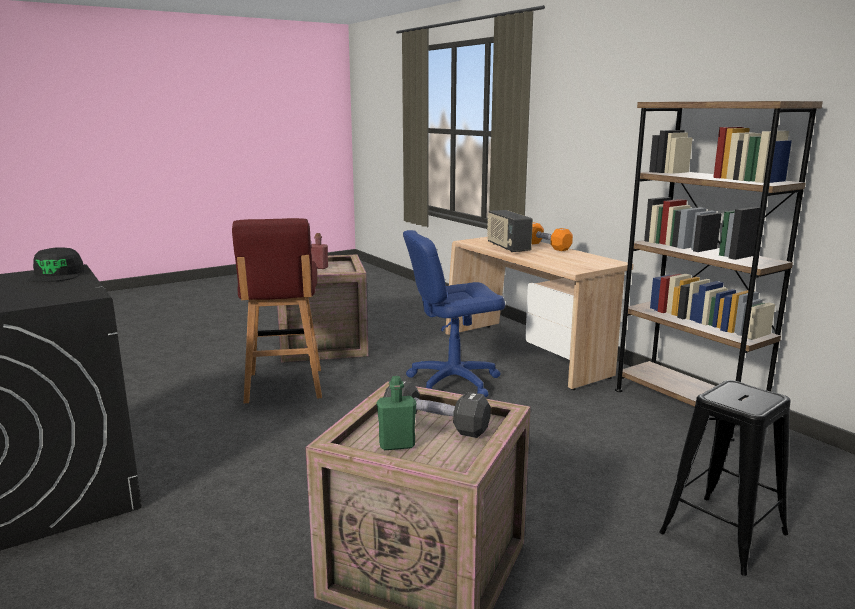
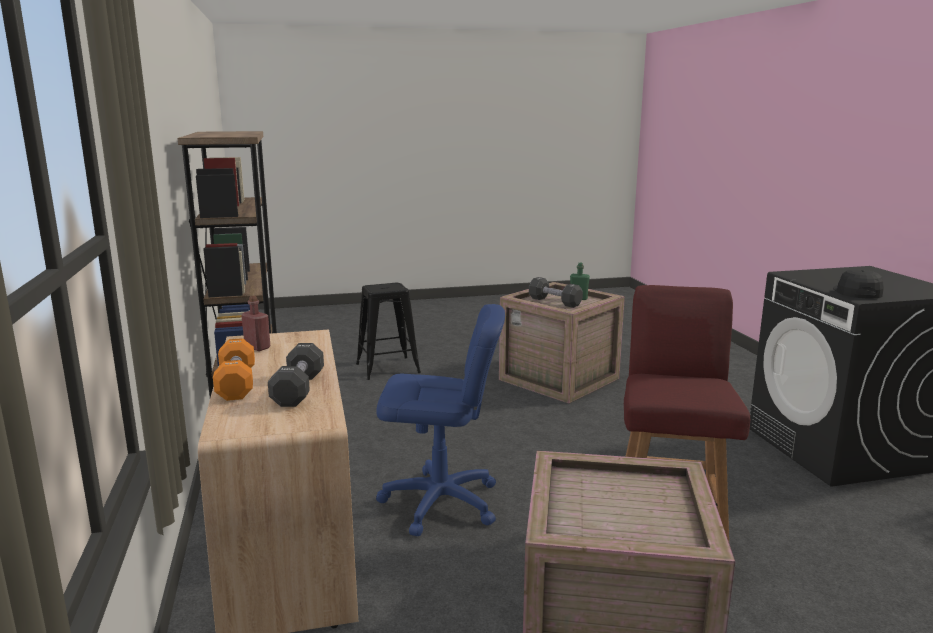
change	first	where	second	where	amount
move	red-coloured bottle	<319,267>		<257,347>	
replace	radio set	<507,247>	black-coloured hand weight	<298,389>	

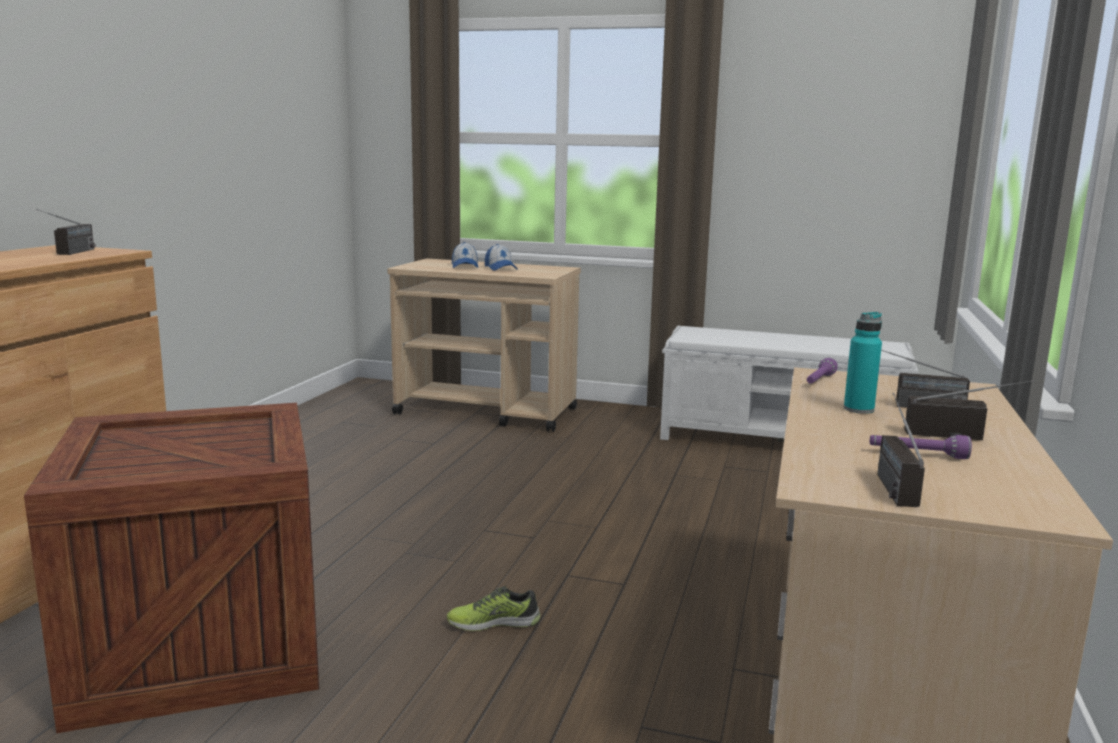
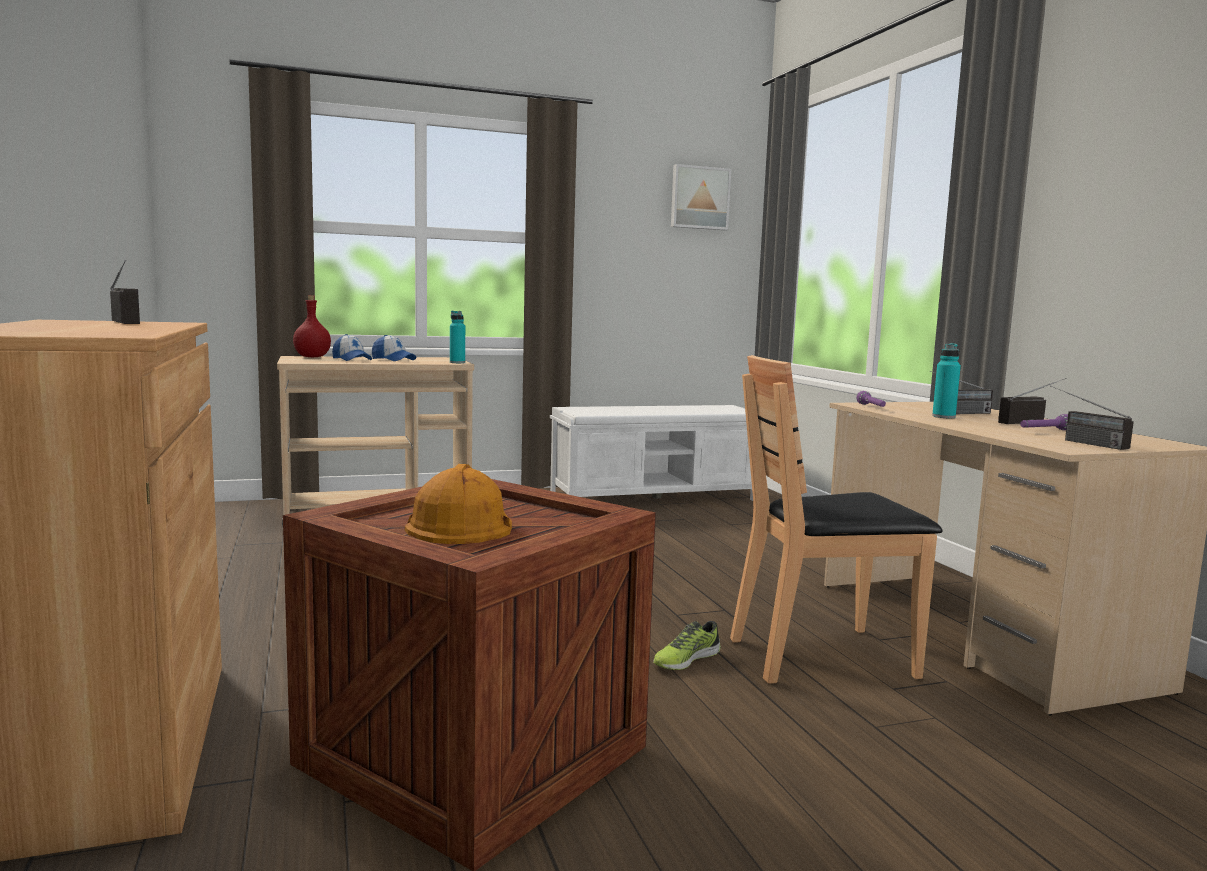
change	first	where	second	where	amount
insert			red-coloured bottle	<312,357>	
insert			orange-coloured hard hat	<461,525>	
insert			turquoise bottle	<457,362>	
insert			picture	<699,198>	
insert			brownish plain chair	<822,656>	

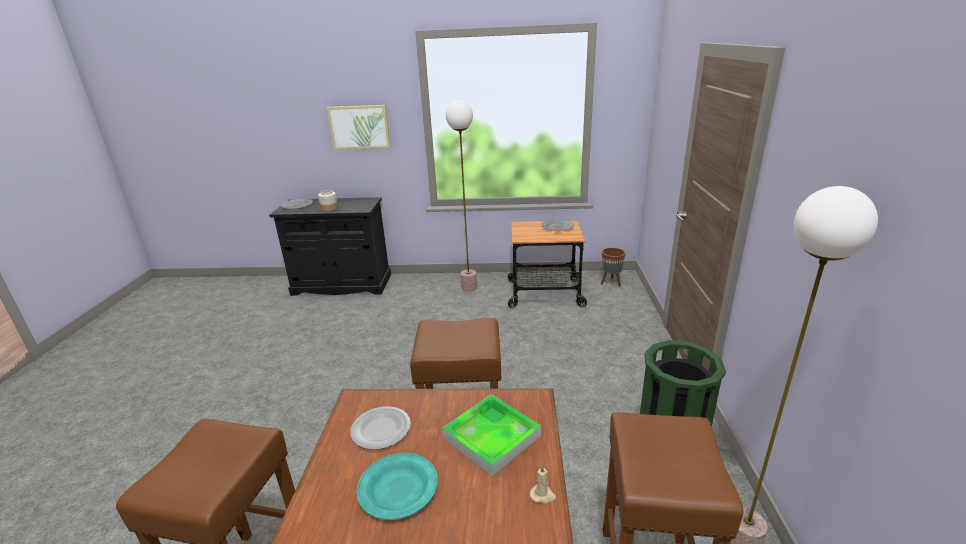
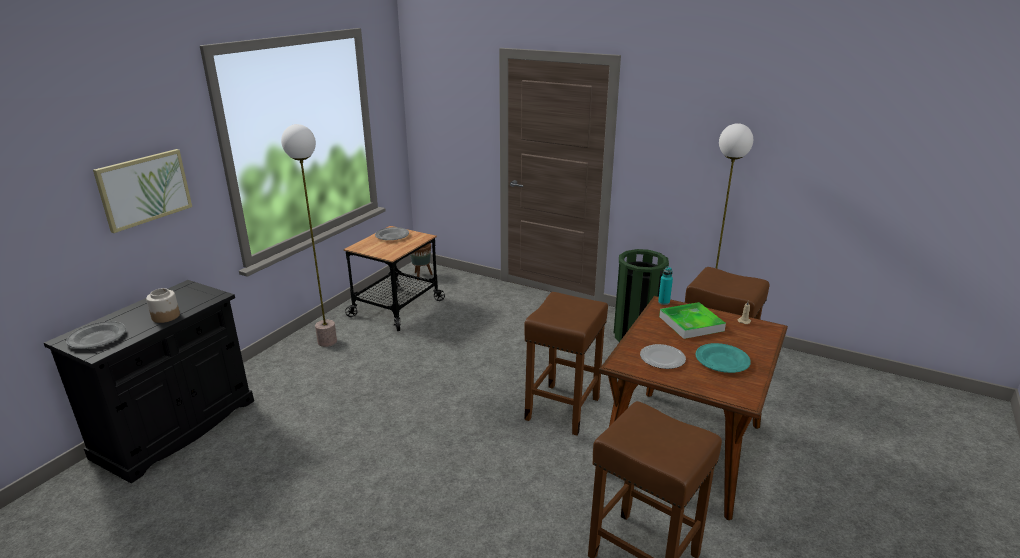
change	first	where	second	where	amount
insert			turquoise bottle	<664,302>	

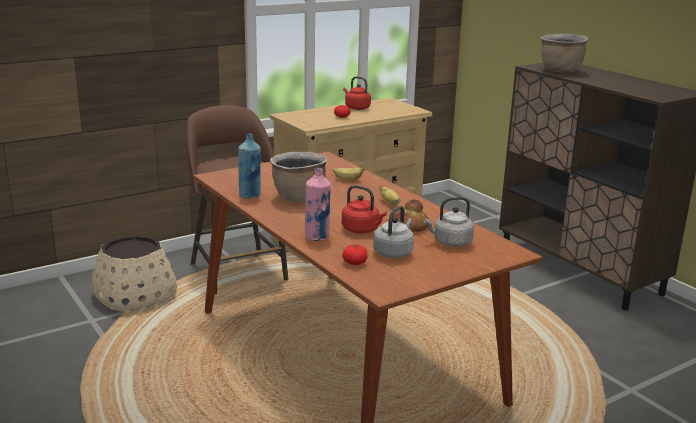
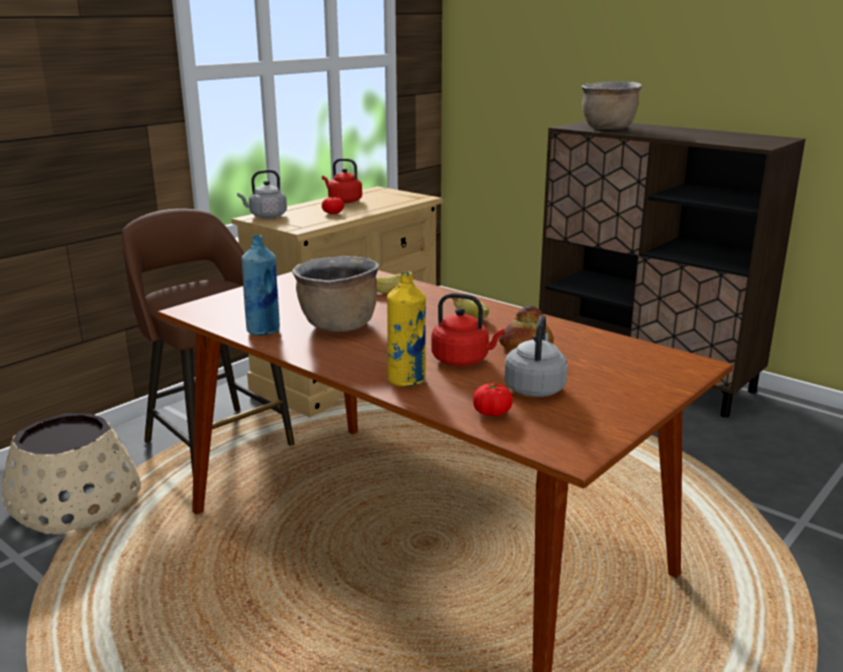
change	first	where	second	where	amount
move	gray water kettle	<450,242>		<266,216>	
recolor	pink bottle	<317,237>	yellow-coloured bottle	<407,380>	

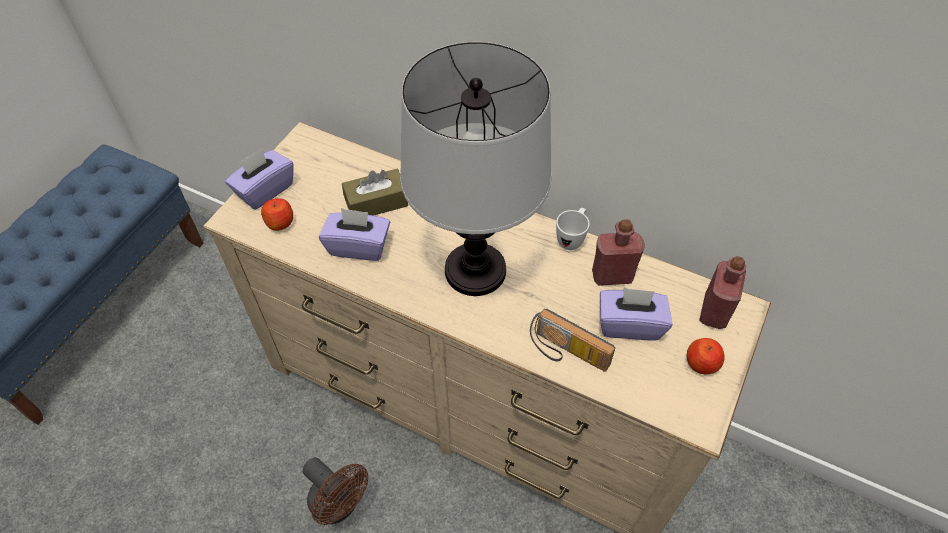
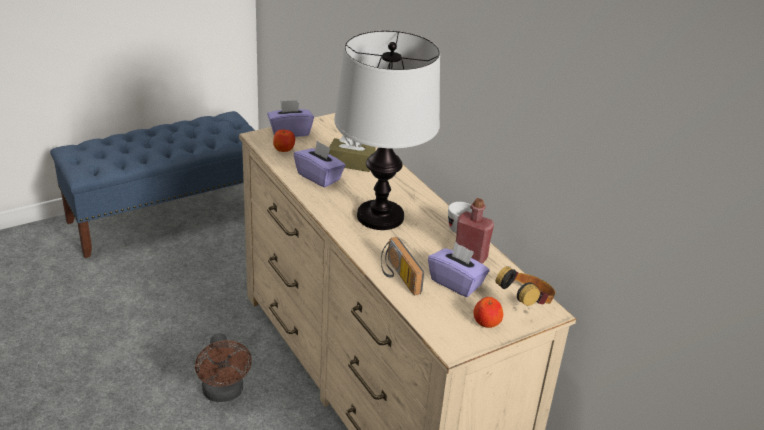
change	first	where	second	where	amount
replace	red-coloured bottle	<714,312>	headset	<525,303>	

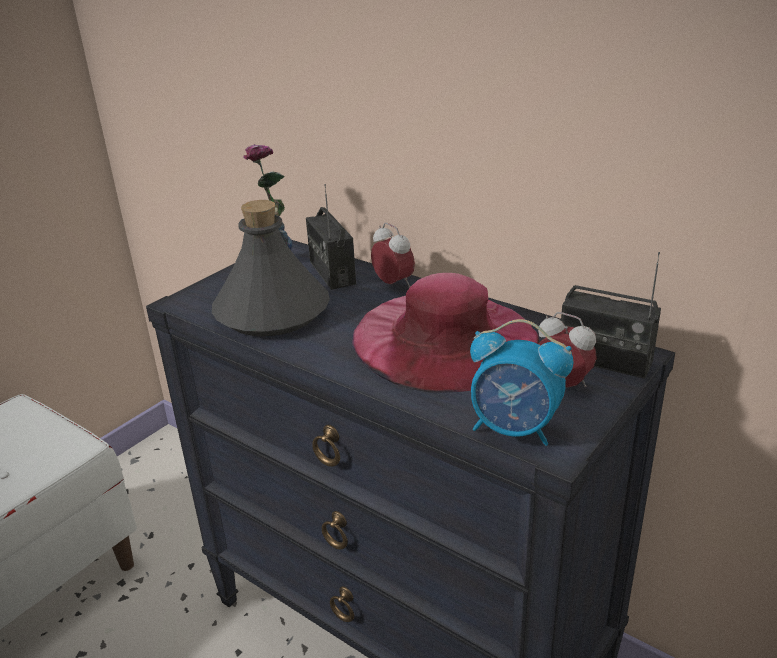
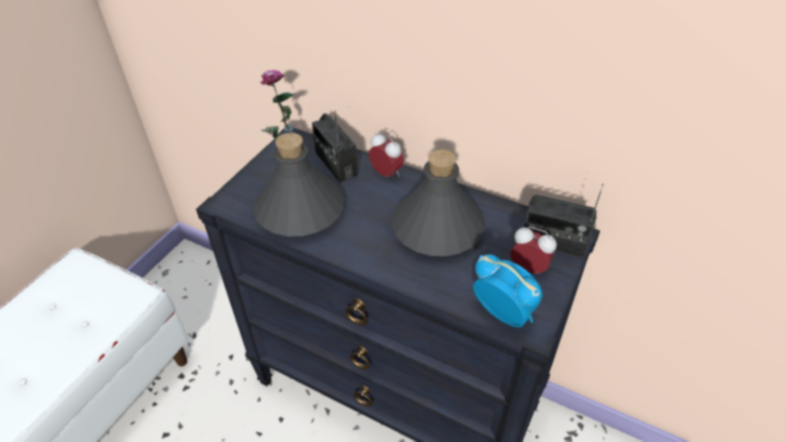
change	first	where	second	where	amount
replace	pink clothing hat	<444,338>	gray bottle	<437,228>	
rotate	bedside clock	<515,429>		<503,313>	150 degrees counterclockwise

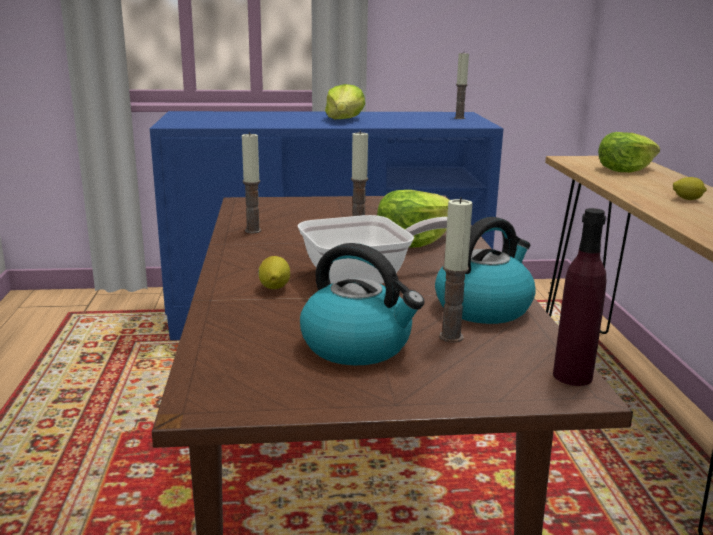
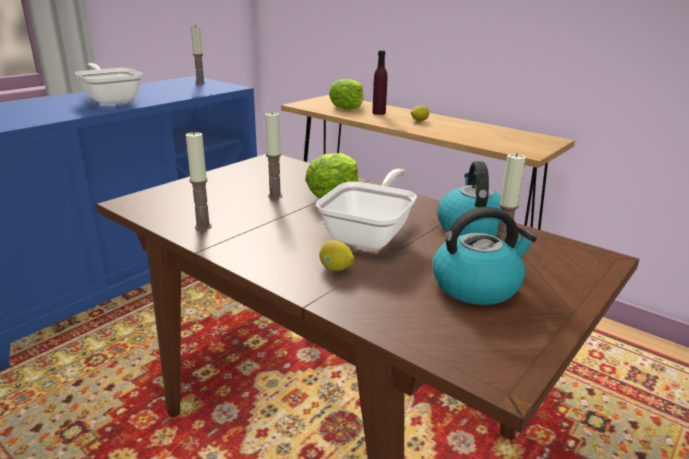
change	first	where	second	where	amount
replace	lettuce	<344,119>	pan	<111,100>	
move	purple-coloured bottle	<572,376>		<379,113>	

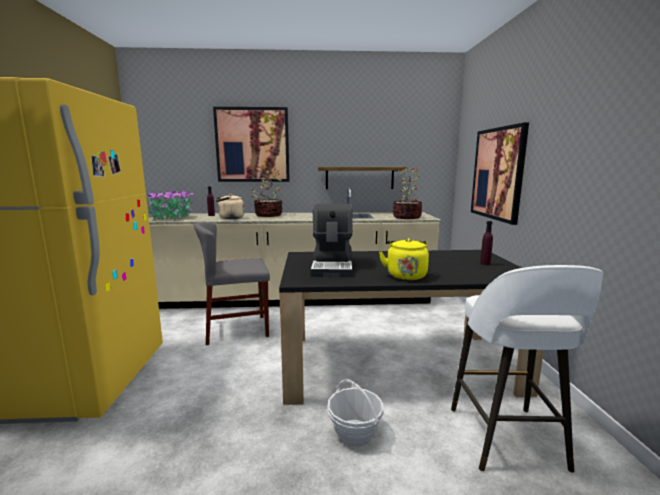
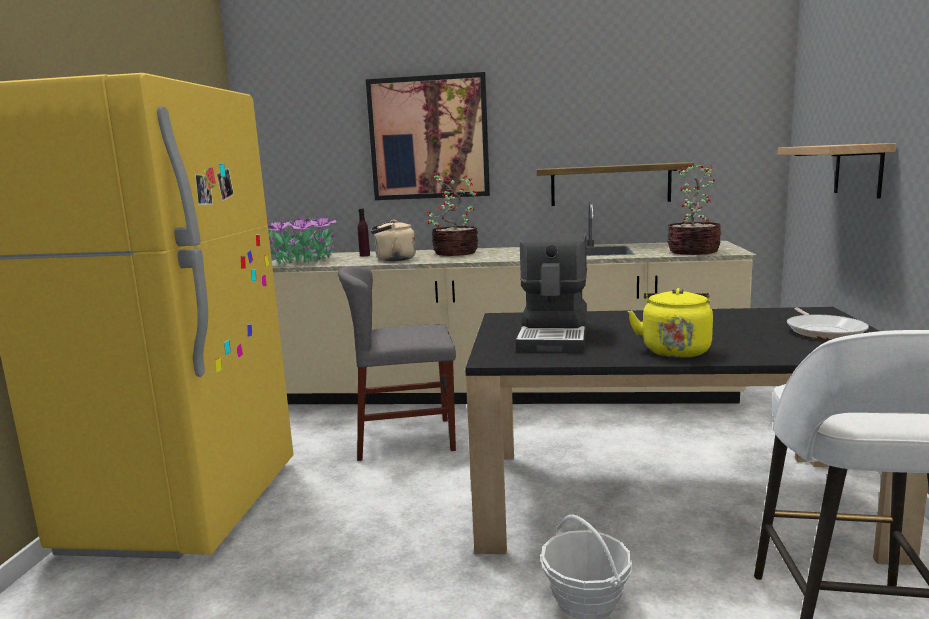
change	first	where	second	where	amount
replace	picture	<497,173>	shelf	<858,169>	
replace	purple-coloured bottle	<485,263>	pan	<824,331>	

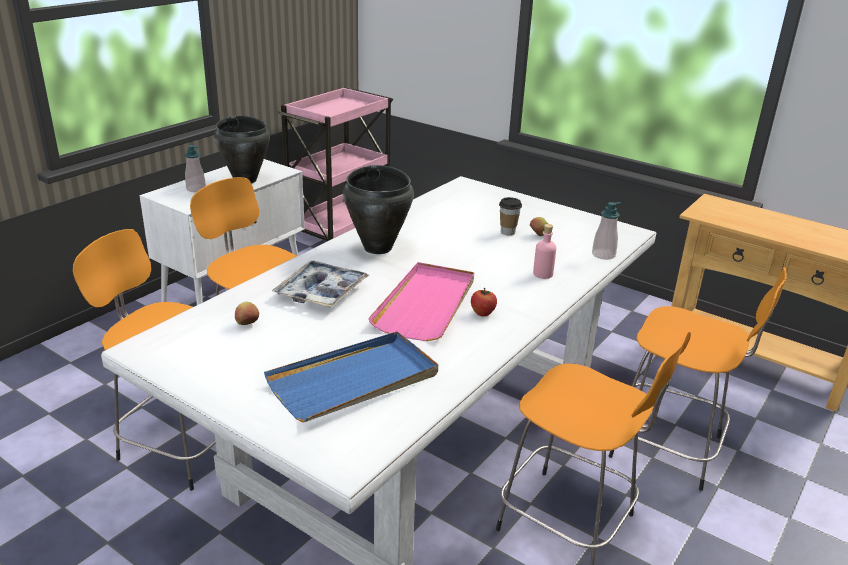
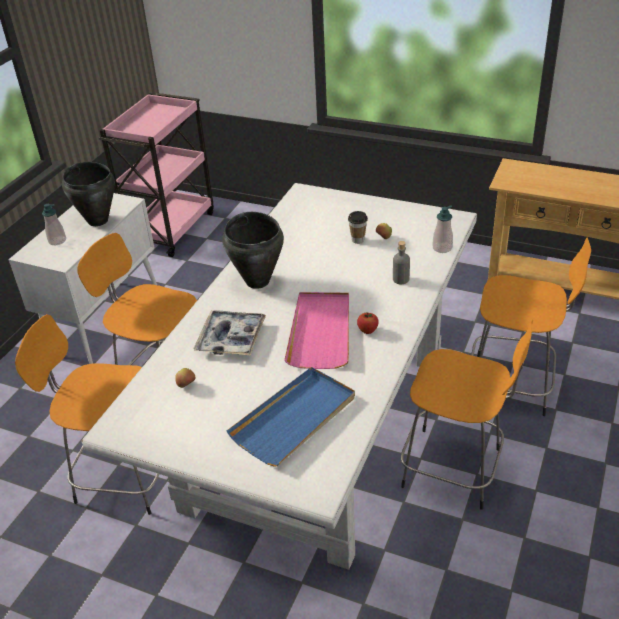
change	first	where	second	where	amount
recolor	pink bottle	<542,274>	gray bottle	<401,279>	

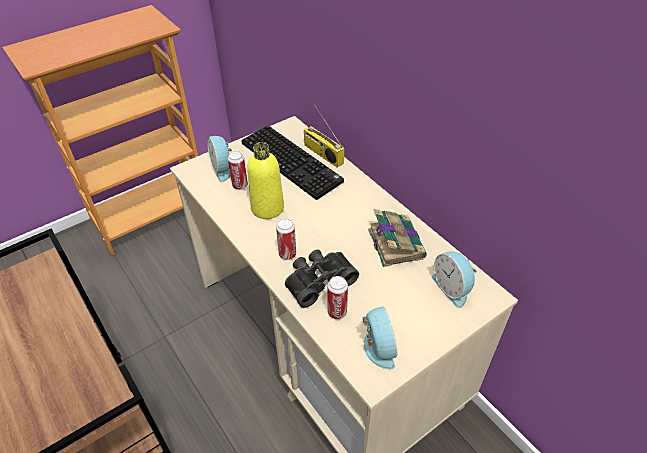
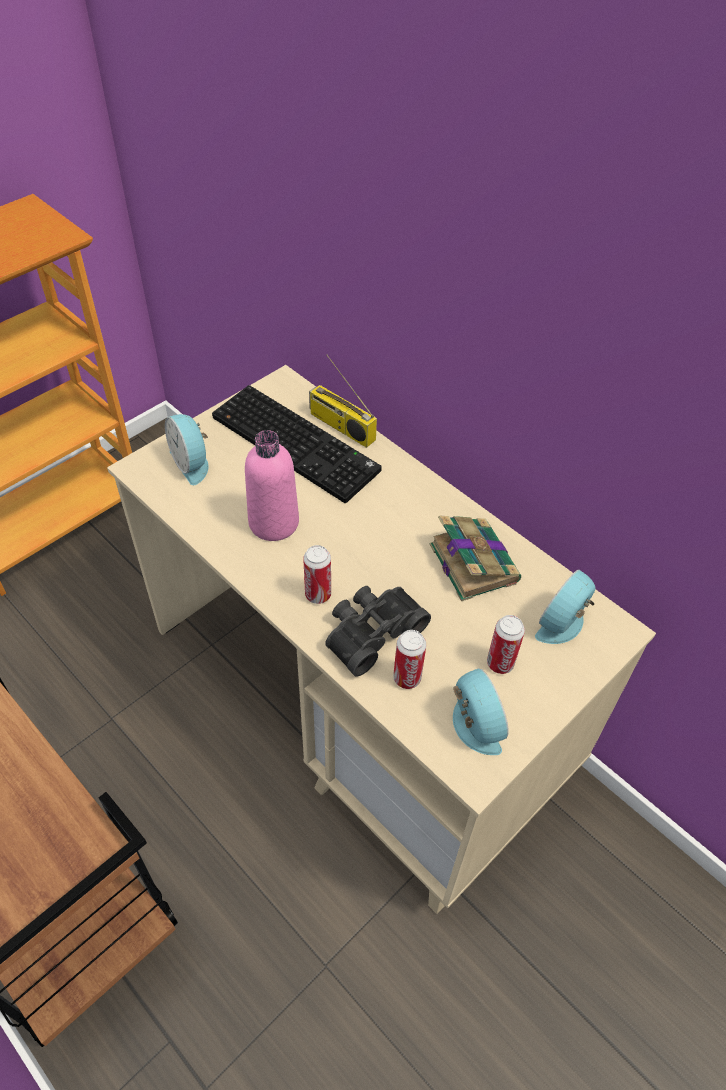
change	first	where	second	where	amount
recolor	yellow-coloured bottle	<267,208>	pink bottle	<274,522>	
move	can	<240,185>		<500,663>	
rotate	bedside clock	<452,288>		<563,624>	75 degrees clockwise

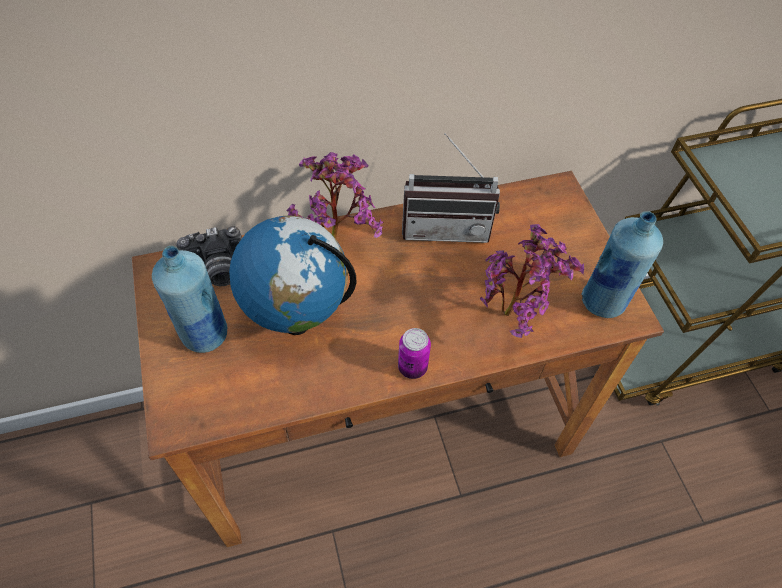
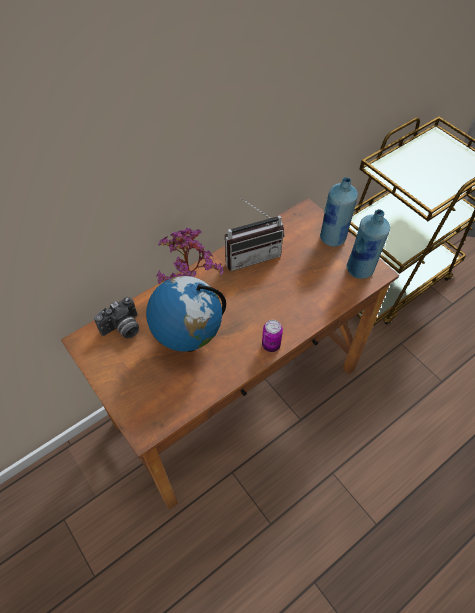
change	first	where	second	where	amount
move	blue-coloured bottle	<204,335>		<332,238>	
delete	plant in a pot	<514,315>			

